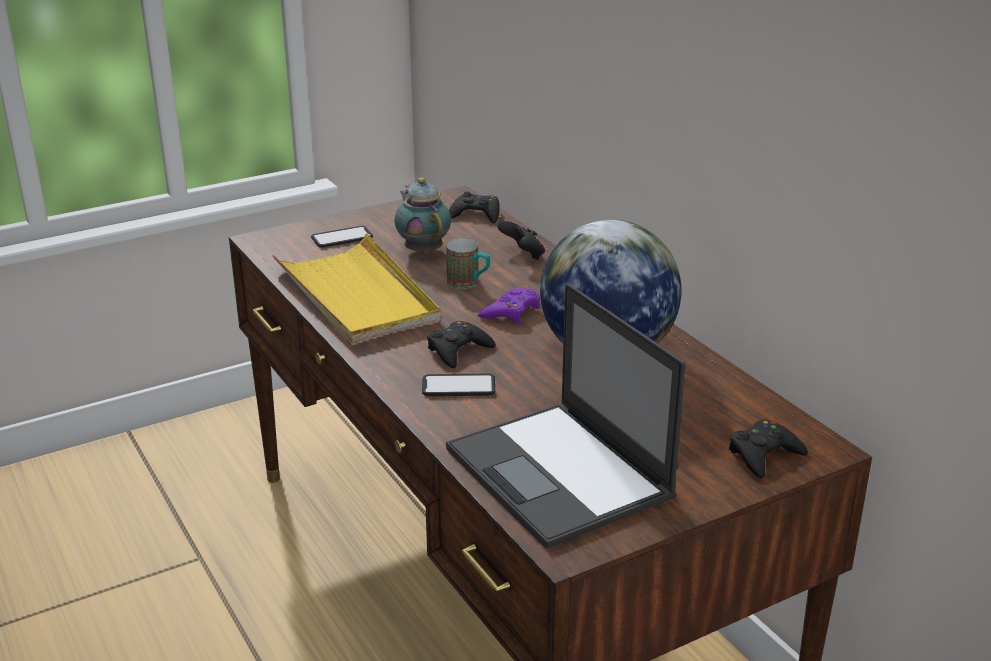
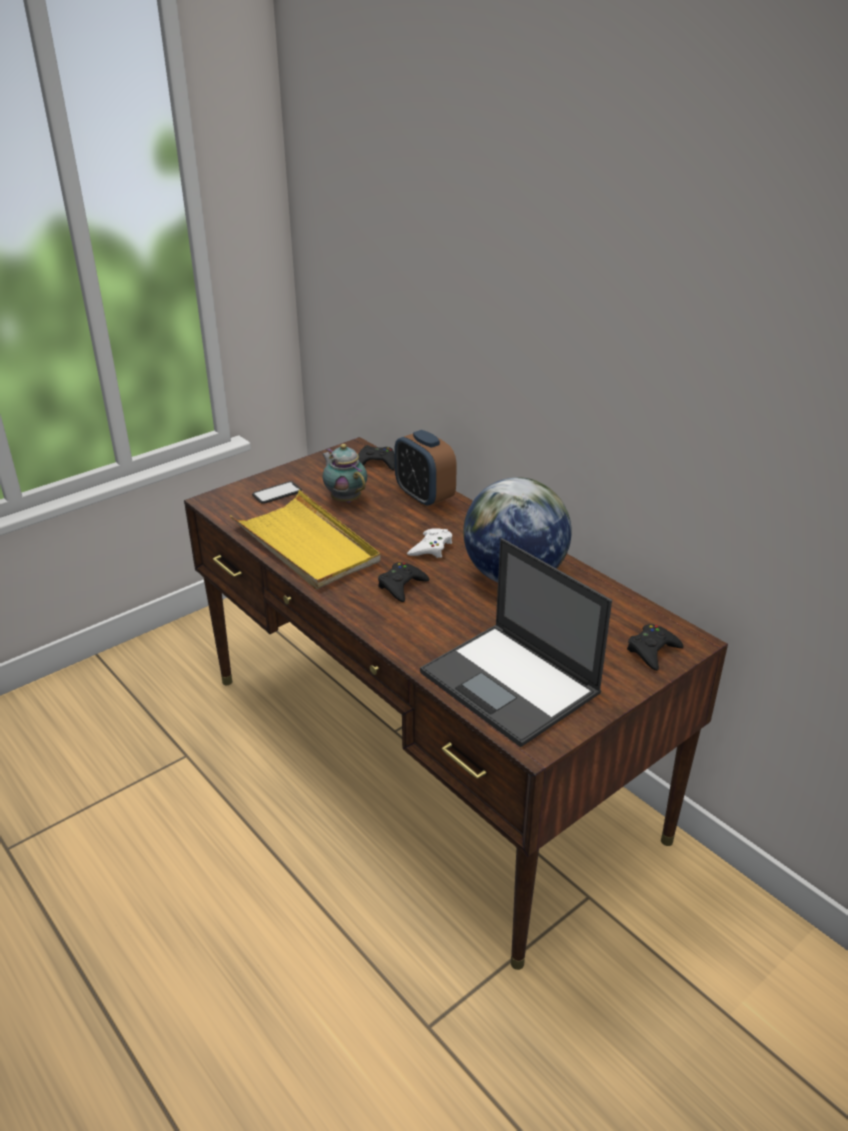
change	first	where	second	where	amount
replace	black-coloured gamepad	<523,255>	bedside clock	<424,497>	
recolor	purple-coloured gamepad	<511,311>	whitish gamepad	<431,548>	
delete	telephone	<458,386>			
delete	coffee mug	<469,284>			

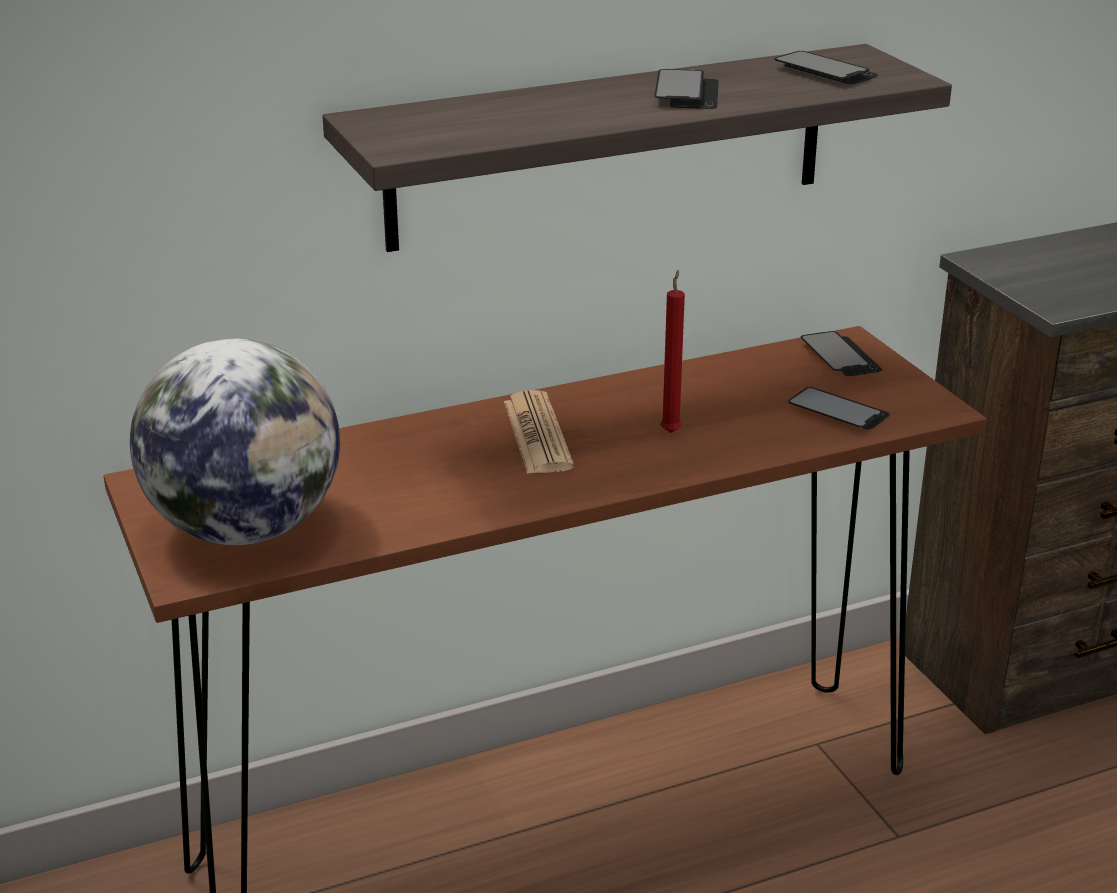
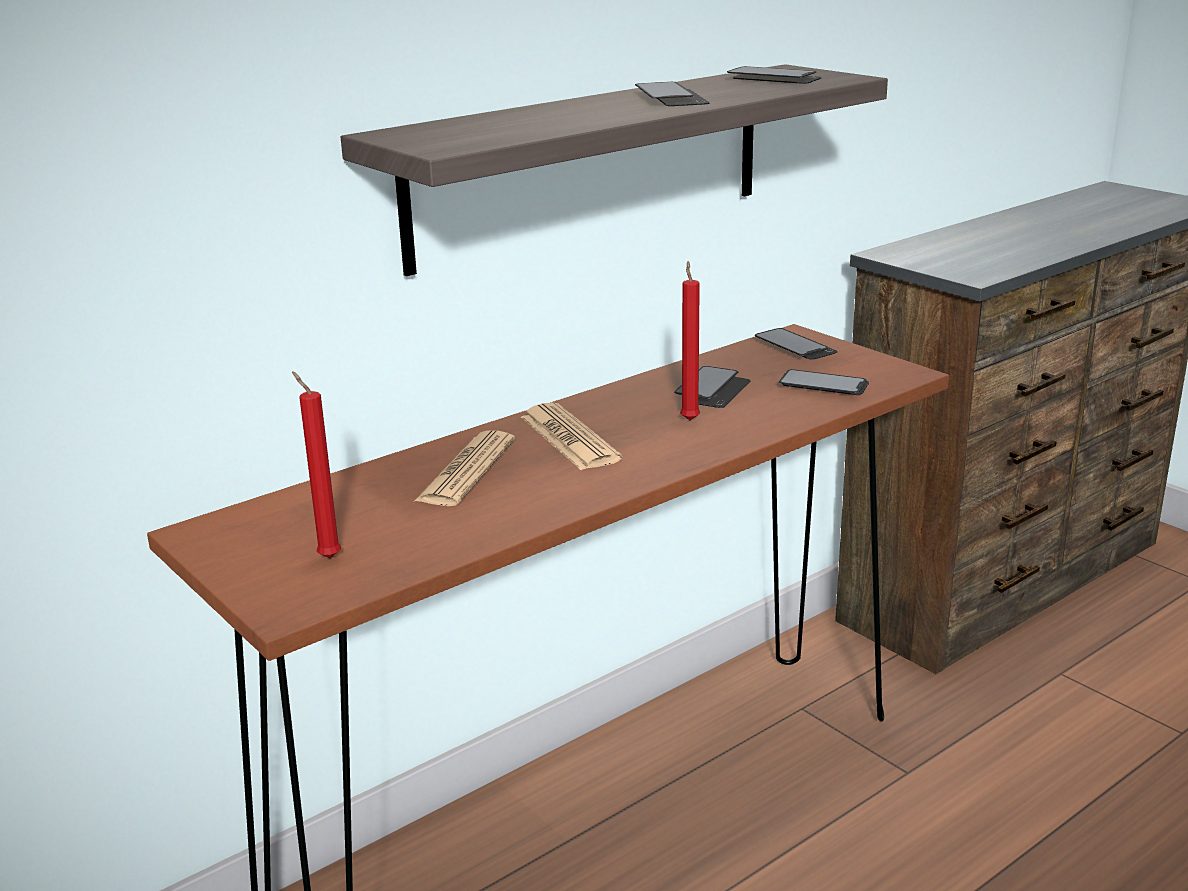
change	first	where	second	where	amount
replace	desk globe	<245,528>	red-coloured candle	<327,557>	
insert			newspaper	<466,470>	
insert			telephone	<712,390>	

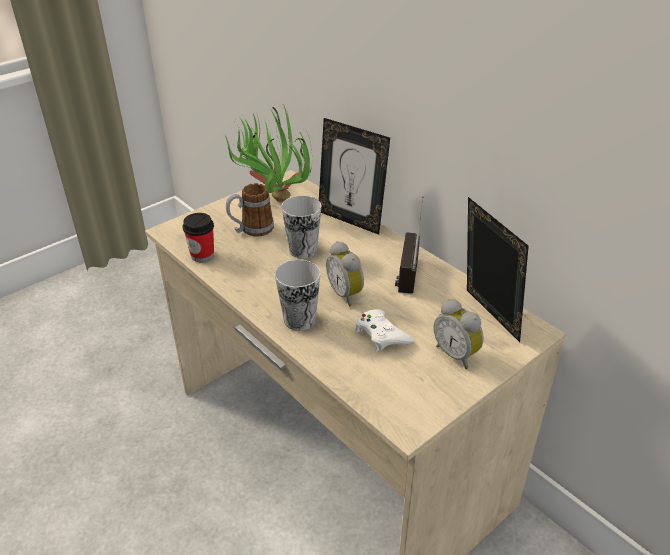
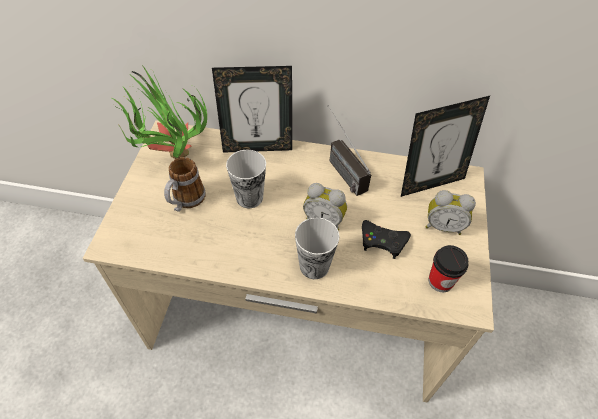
change	first	where	second	where	amount
recolor	whitish gamepad	<381,334>	black-coloured gamepad	<382,241>	
rotate	photo frame	<486,317>		<430,183>	135 degrees clockwise
move	small cup	<202,255>		<440,281>	

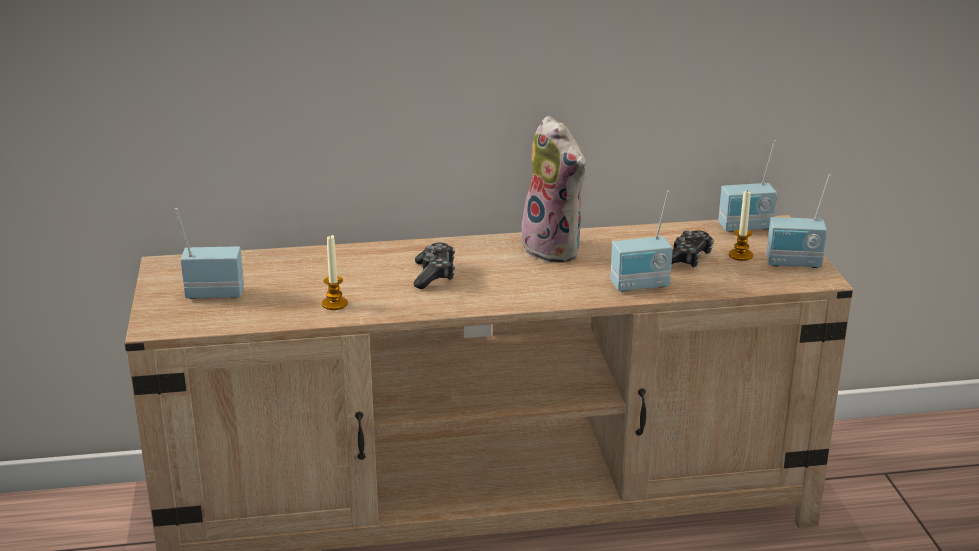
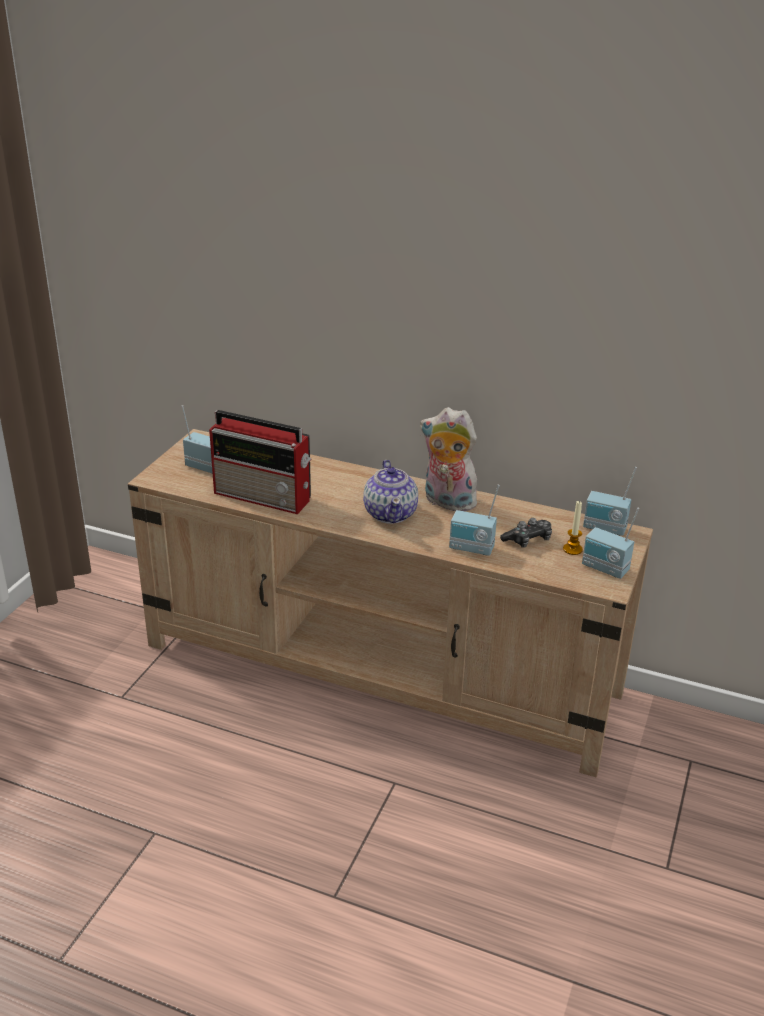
change	first	where	second	where	amount
replace	candle	<334,304>	radio set	<264,497>	
insert			tea pot	<391,513>	
rotate	plush toy	<556,249>		<446,502>	120 degrees clockwise
delete	gamepad	<434,275>			

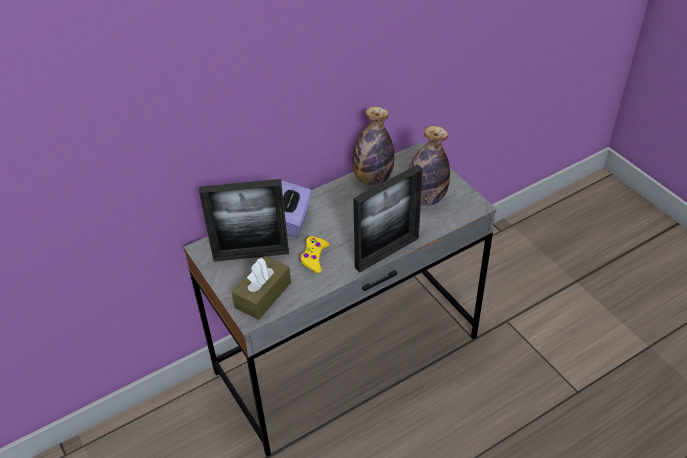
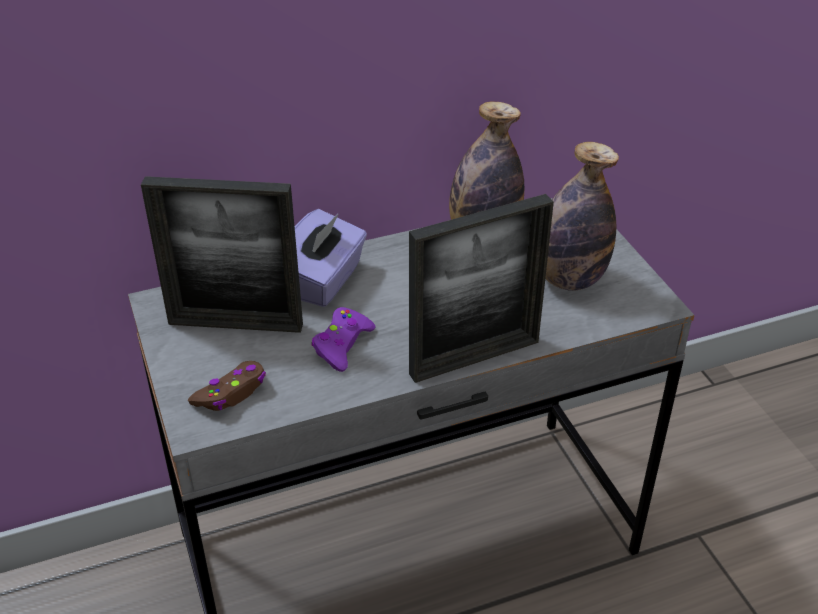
change	first	where	second	where	amount
replace	brownish box of tissues	<263,295>	brownish gamepad	<231,393>	
recolor	yellow-coloured gamepad	<314,257>	purple-coloured gamepad	<342,345>	

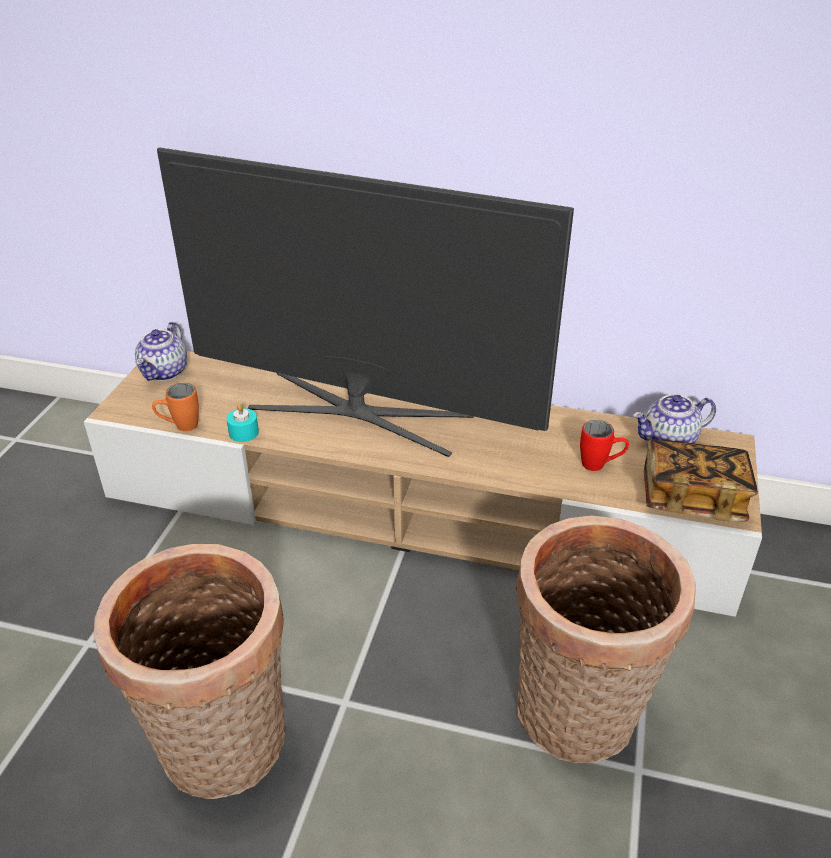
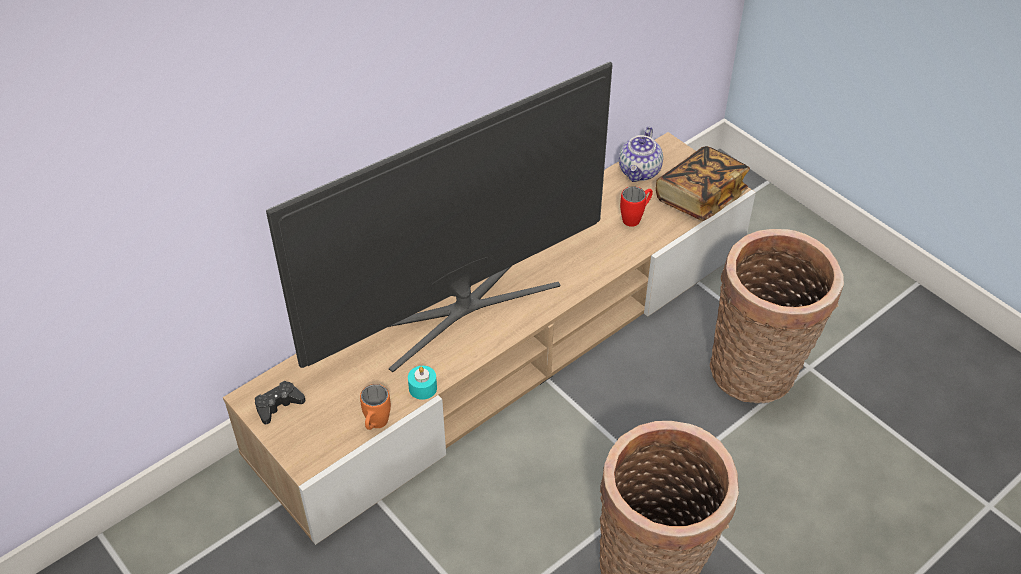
change	first	where	second	where	amount
replace	tea pot	<165,372>	black-coloured gamepad	<278,405>	

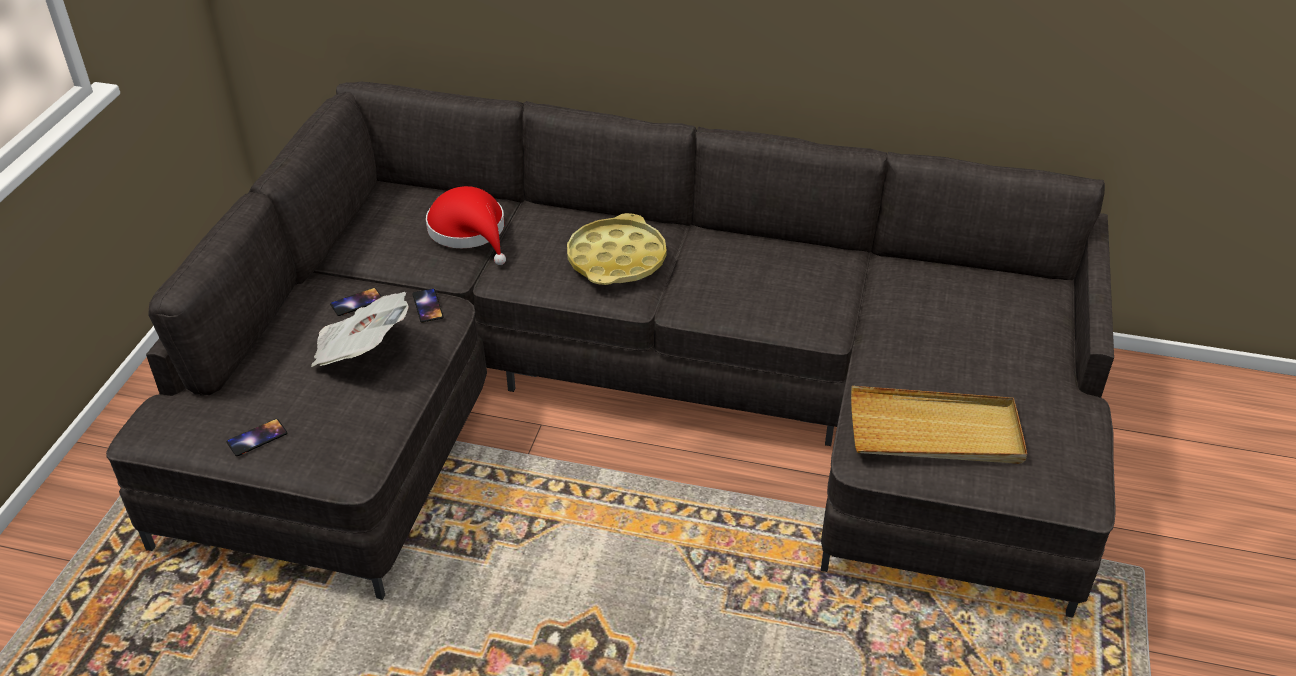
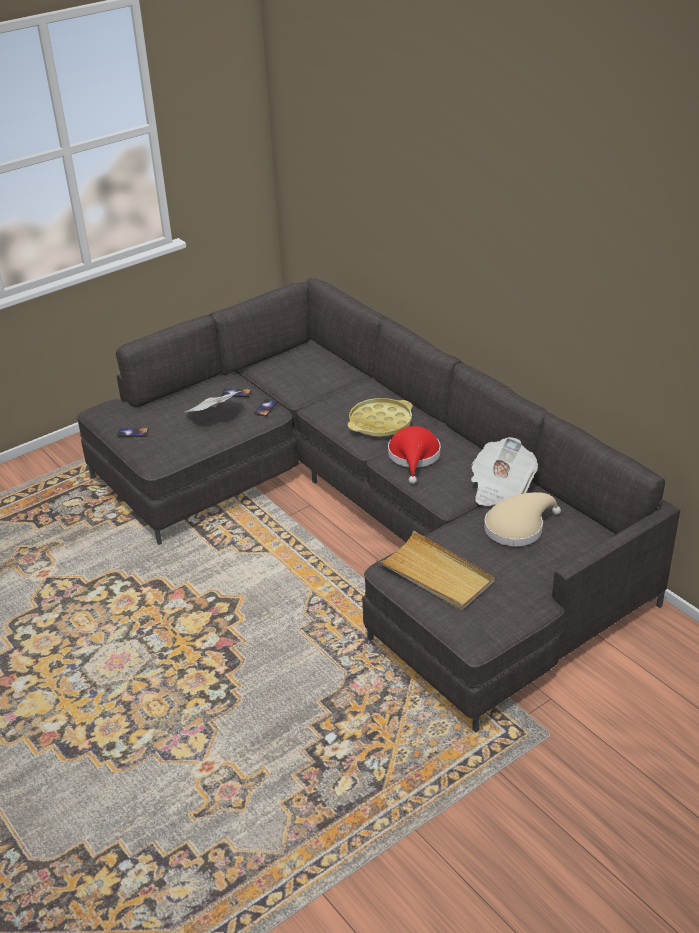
change	first	where	second	where	amount
move	red-coloured clothing hat	<470,232>		<414,457>	
insert			newspaper	<500,488>	
insert			beige clothing hat	<517,527>	

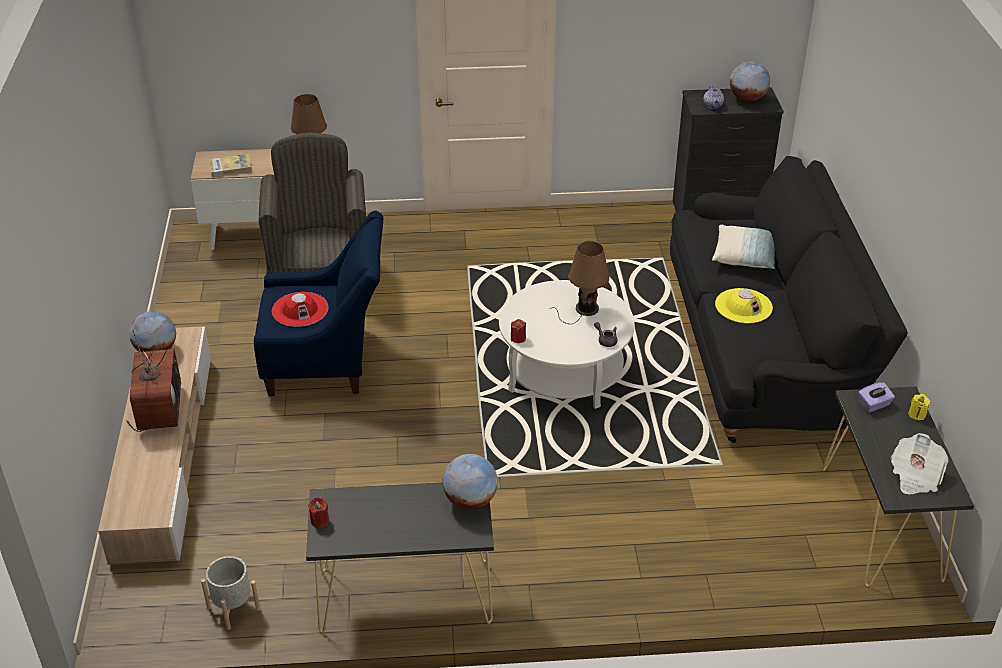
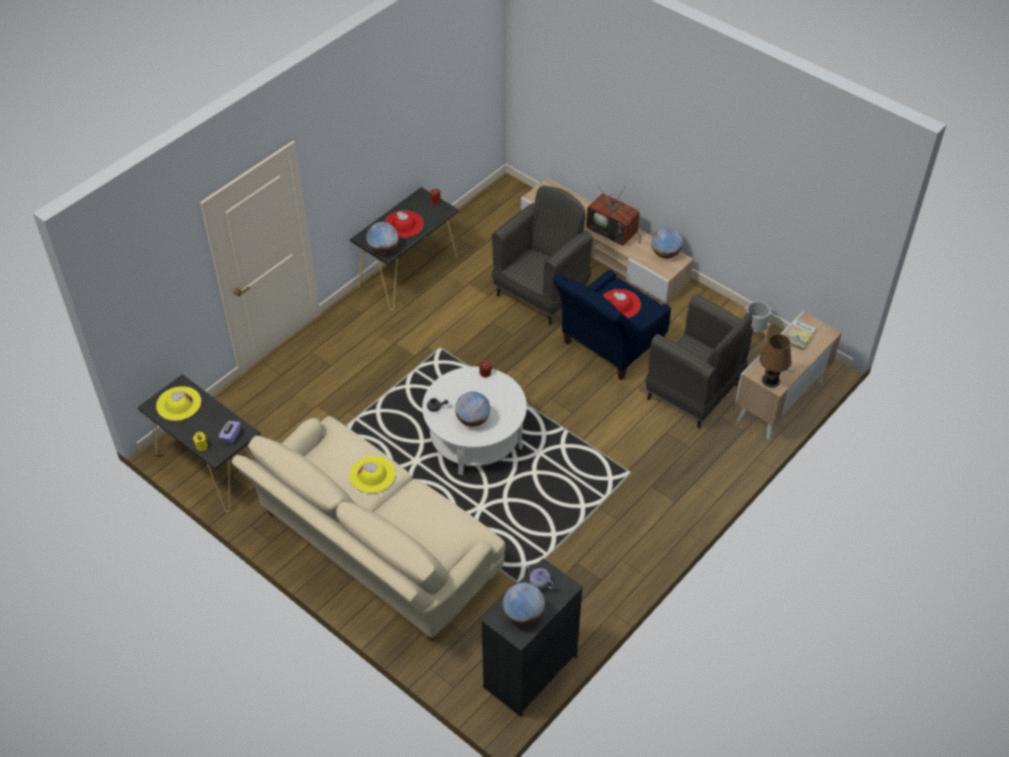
change	first	where	second	where	amount
replace	newspaper	<915,476>	yellow-coloured clothing hat	<178,403>	
recolor	black-coloured sofa	<764,347>	beige sofa	<374,550>	
insert			red-coloured clothing hat	<403,224>	
replace	brownish lamp for a table	<584,309>	desk globe	<473,420>	
insert			gray lounge chair	<541,293>	
move	gray planter	<233,608>		<753,332>	
delete	throw pillow	<745,256>			

